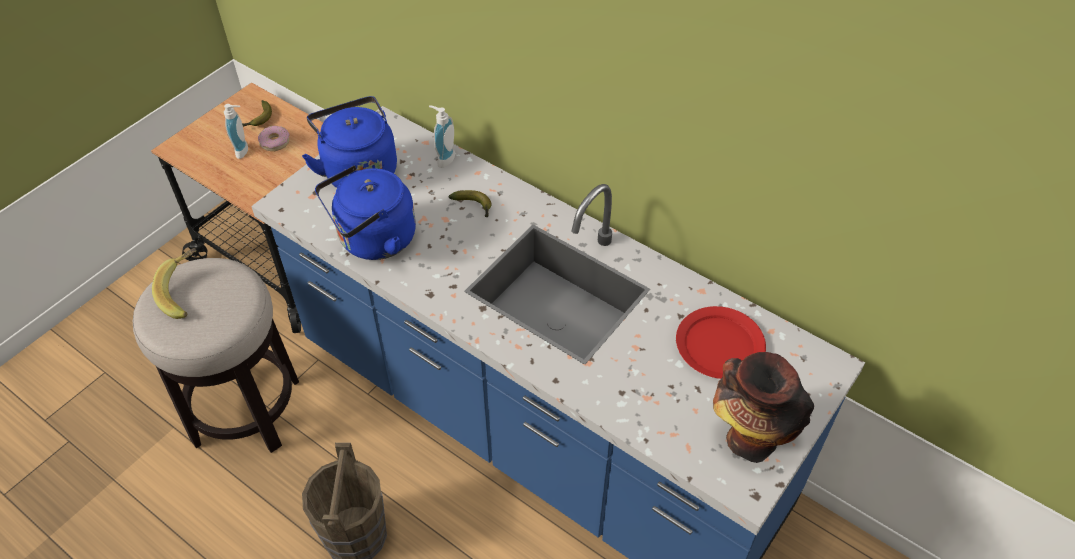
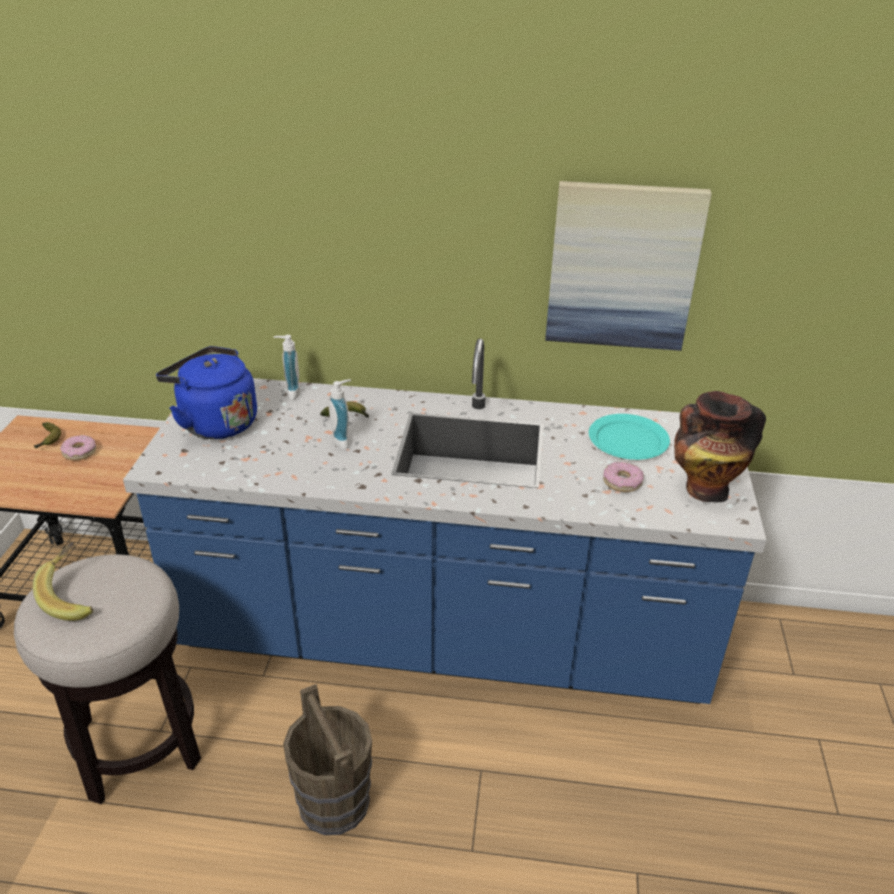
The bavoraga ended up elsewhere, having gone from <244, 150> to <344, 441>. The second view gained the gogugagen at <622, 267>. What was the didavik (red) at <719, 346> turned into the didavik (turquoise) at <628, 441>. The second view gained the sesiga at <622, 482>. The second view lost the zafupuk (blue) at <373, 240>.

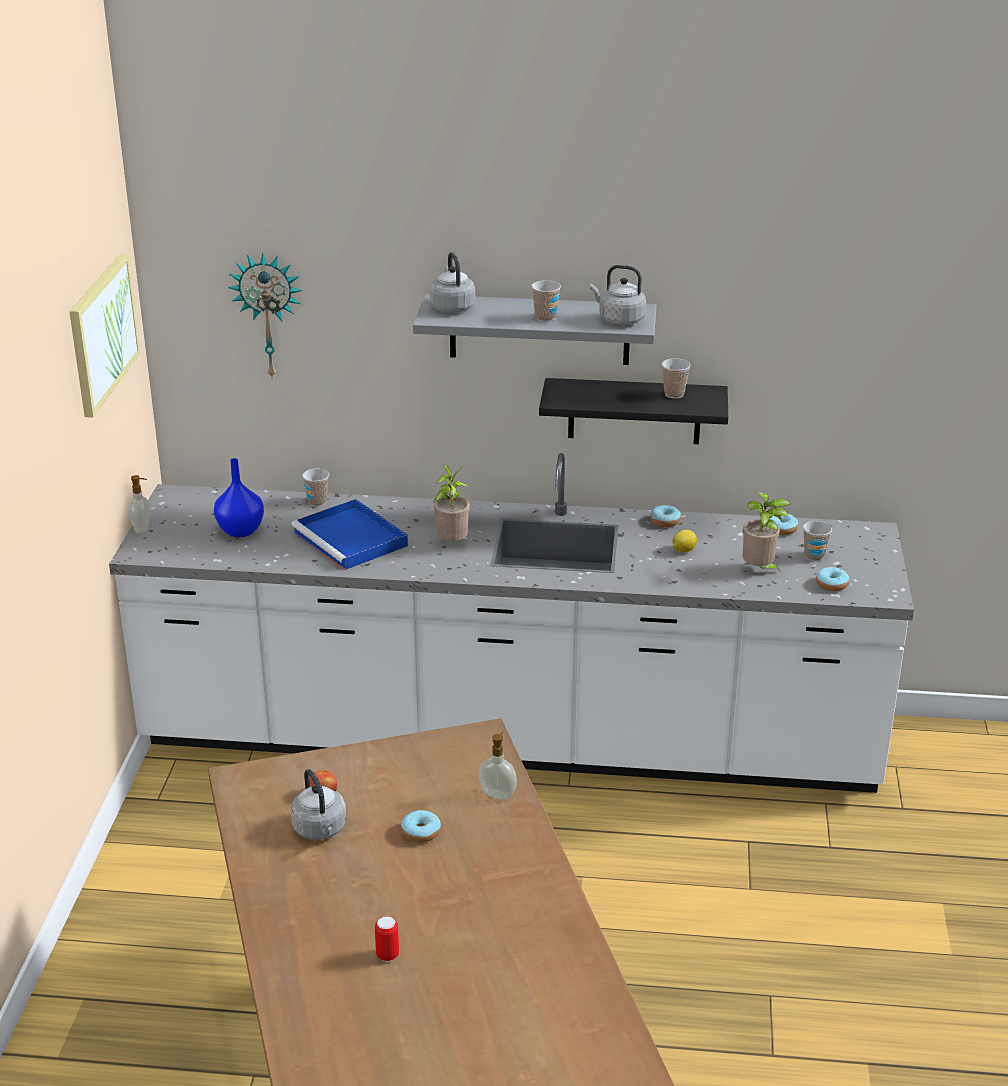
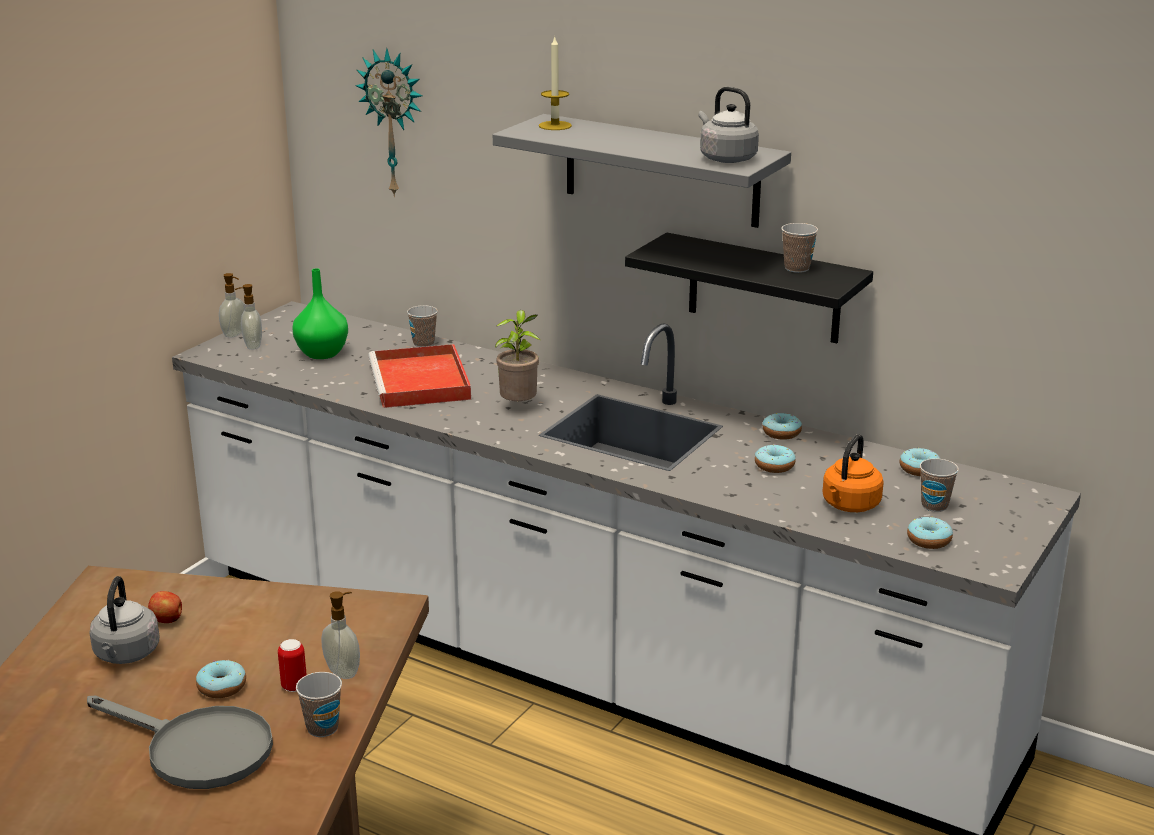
The second view gained the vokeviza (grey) at <196, 750>. The second view gained the bavoraga at <252, 346>. The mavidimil ended up elsewhere, having gone from <387, 955> to <294, 686>. What was the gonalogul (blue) at <240, 530> turned into the gonalogul (green) at <322, 353>. The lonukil ended up elsewhere, having gone from <545, 318> to <322, 728>. What was the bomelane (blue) at <352, 539> turned into the bomelane (red) at <421, 382>. Where the zafupuk (grey) stood at <452, 307>, the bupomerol came to stand at <555, 126>. Where the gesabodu stood at <683, 550>, the sesiga came to stand at <774, 466>. Where the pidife stood at <760, 570>, the zafupuk (orange) came to stand at <849, 505>. The second view lost the gogugagen at <102, 333>.

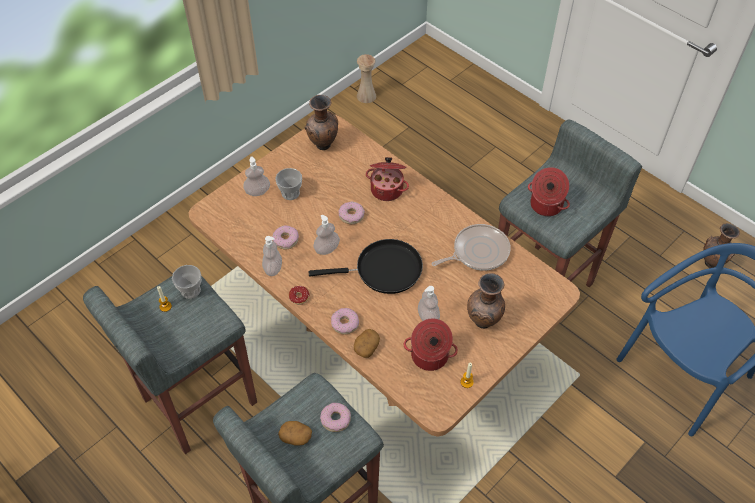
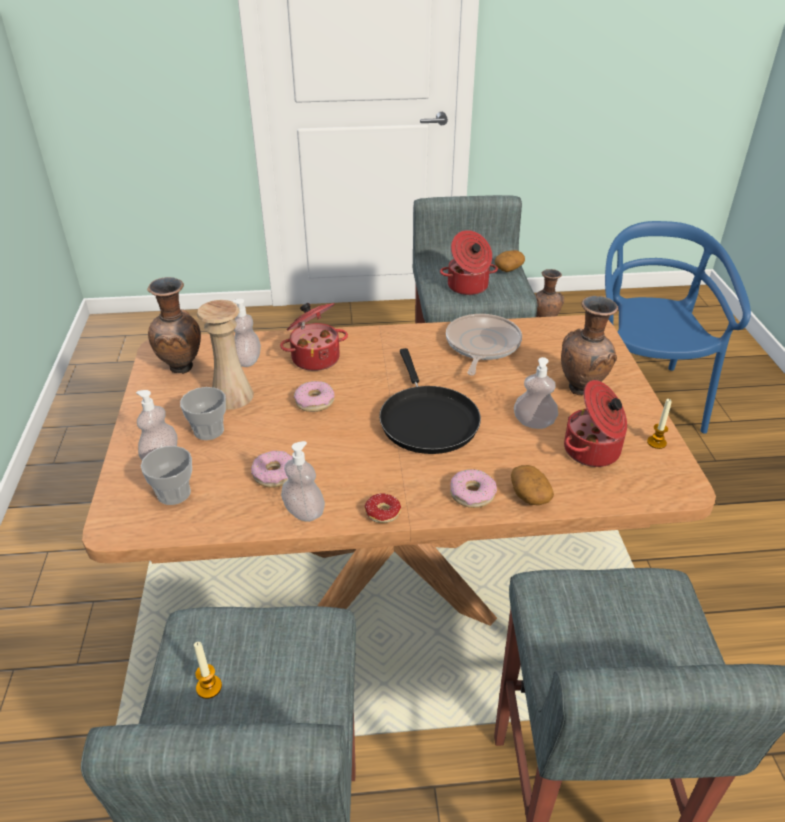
The lonukil ended up elsewhere, having gone from <191, 290> to <174, 493>. The gonalogul (beige) ended up elsewhere, having gone from <366, 96> to <232, 396>. The bavoraga ended up elsewhere, having gone from <327, 249> to <248, 360>. The vokeviza (black) at <383, 270> ended up facing another way, 135 degrees clockwise from before. The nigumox ended up elsewhere, having gone from <296, 437> to <508, 268>. The second view lost the sesiga at <335, 419>.

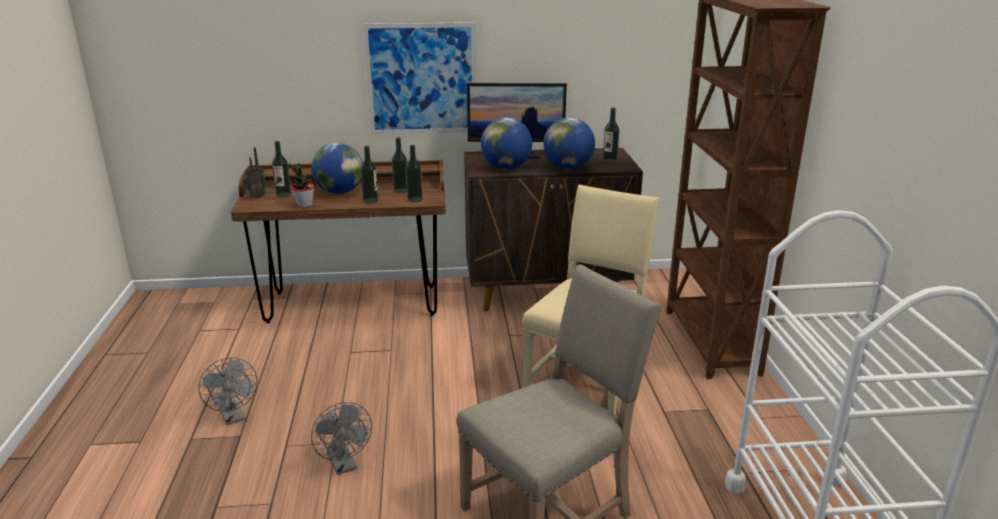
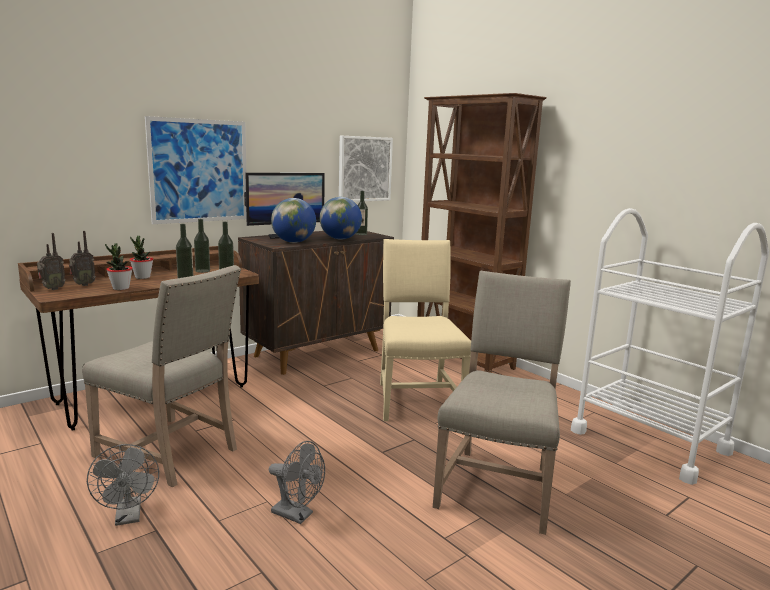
Where the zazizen stood at <283, 195>, the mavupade came to stand at <83, 285>. The second view gained the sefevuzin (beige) at <171, 452>. The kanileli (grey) at <234, 417> ended up facing another way, 45 degrees clockwise from before. Where the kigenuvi stood at <339, 192>, the pidife came to stand at <142, 277>. The second view gained the gogugagen at <364, 169>.

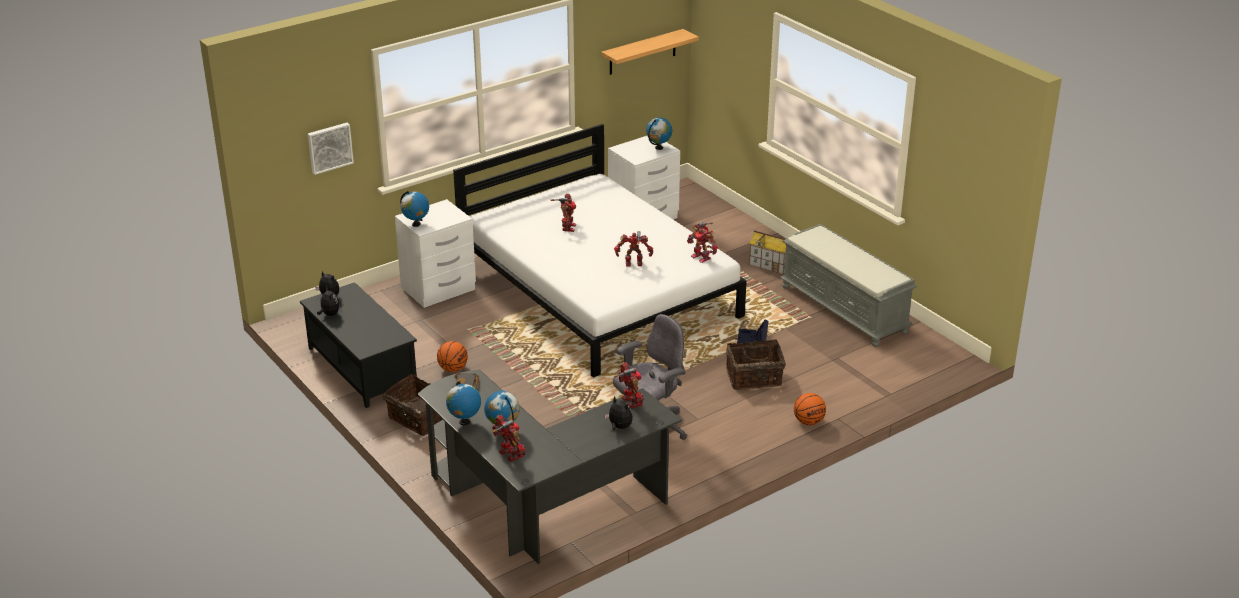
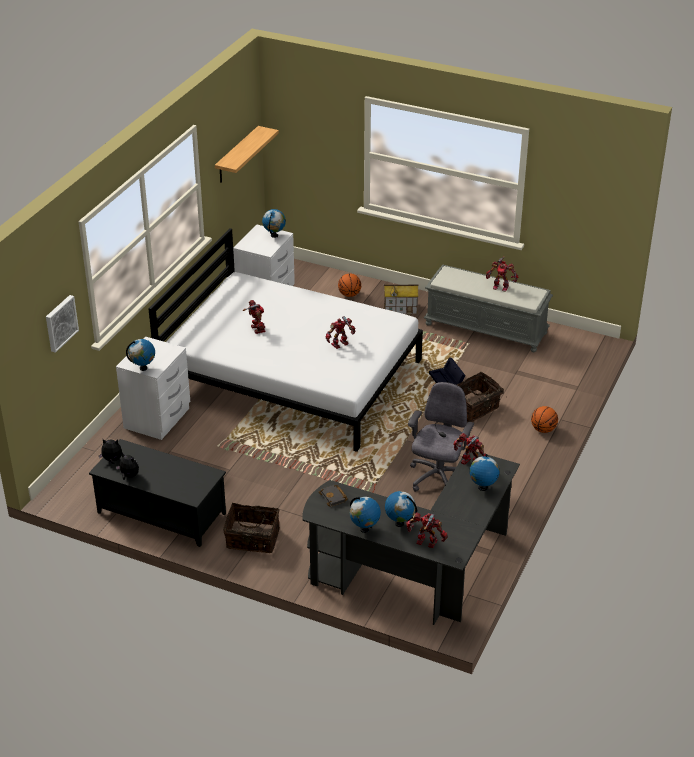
The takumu ended up elsewhere, having gone from <453, 369> to <349, 294>. Where the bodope stood at <619, 427>, the kigenuvi came to stand at <482, 488>. The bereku ended up elsewhere, having gone from <702, 257> to <501, 287>.

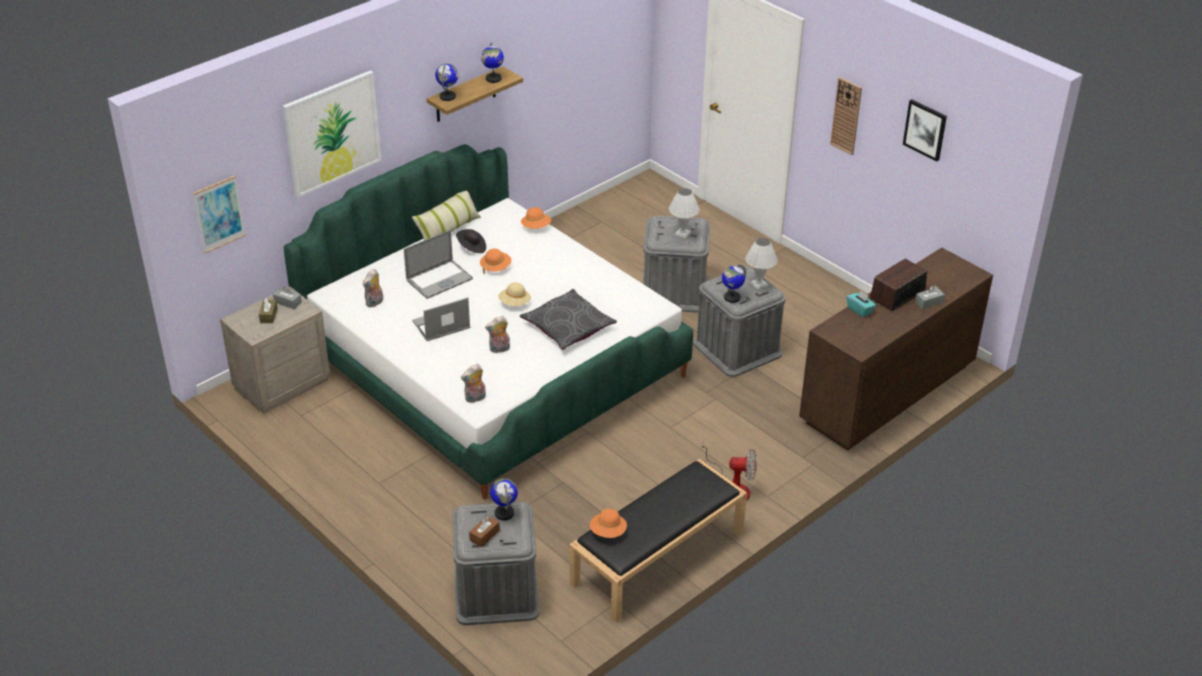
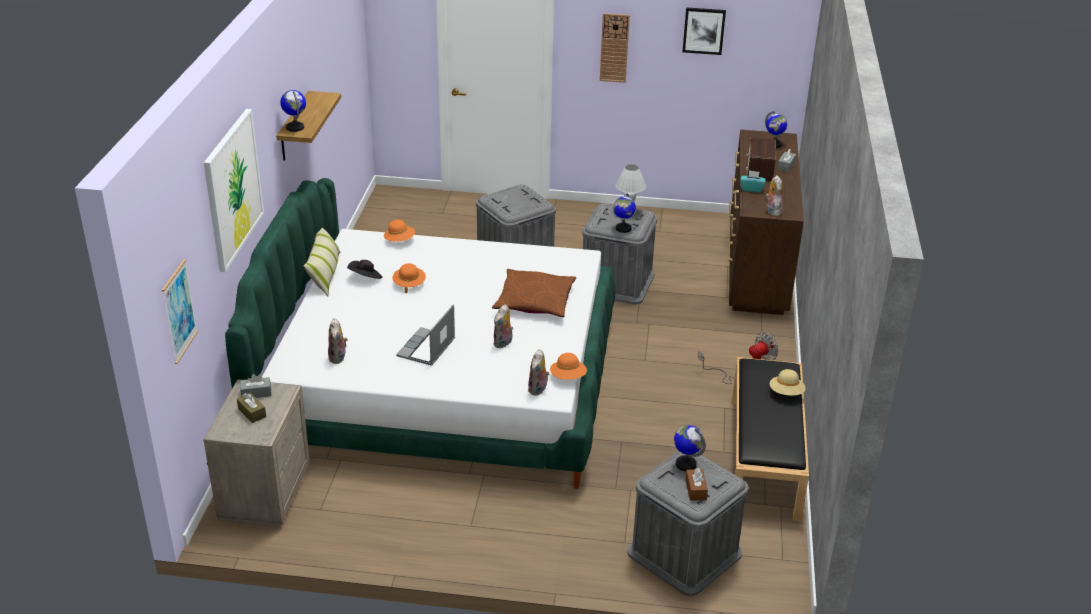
What was the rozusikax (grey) at <567, 327> turned into the rozusikax (brown) at <534, 301>. The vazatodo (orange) ended up elsewhere, having gone from <608, 532> to <568, 377>. The kigenuvi ended up elsewhere, having gone from <493, 79> to <774, 144>. The second view gained the bodope at <772, 211>. The vazatodo (beige) ended up elsewhere, having gone from <514, 303> to <786, 393>. The second view lost the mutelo at <439, 279>. The second view lost the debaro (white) at <682, 234>.

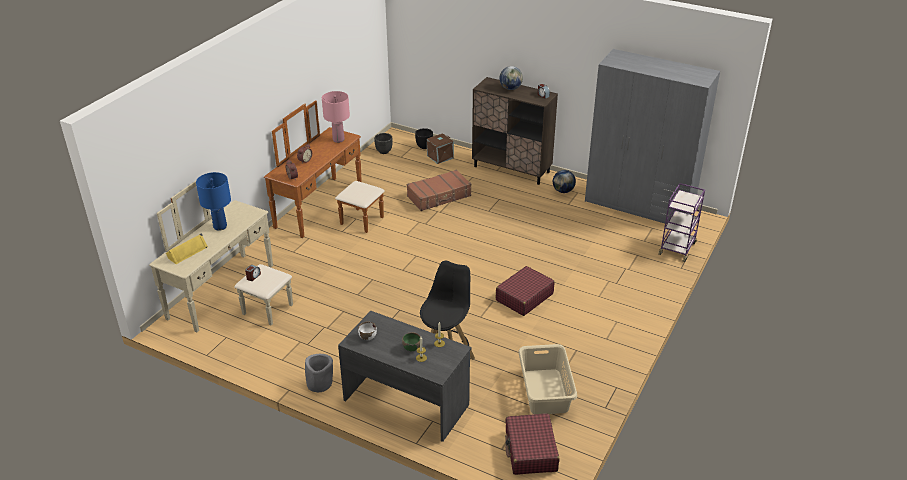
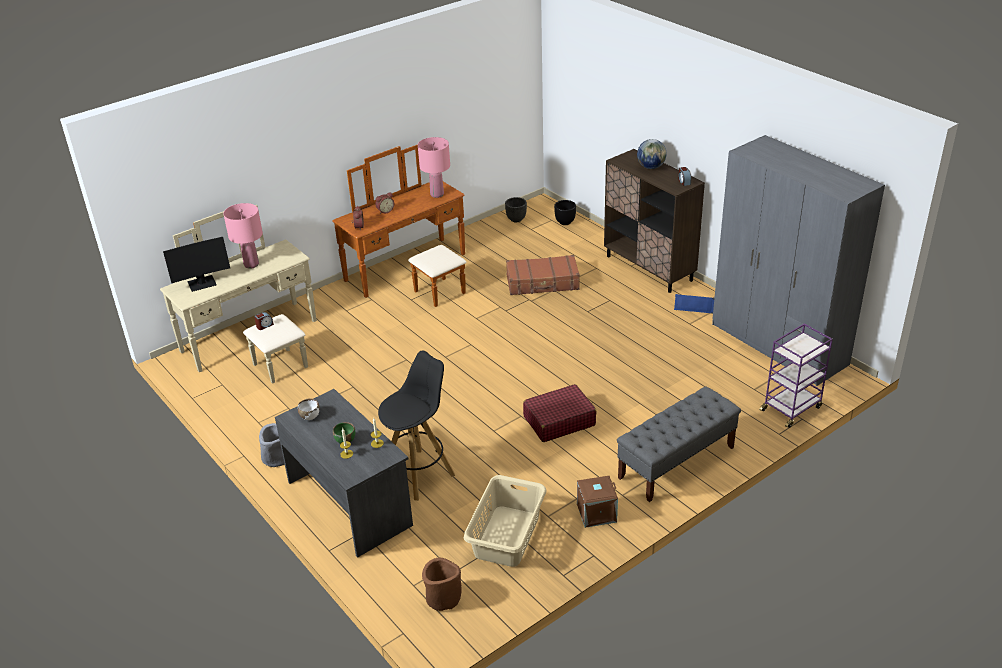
Where the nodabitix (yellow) stood at <187, 252>, the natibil came to stand at <202, 284>. What was the debaro (blue) at <220, 227> turned into the debaro (pink) at <251, 265>. Where the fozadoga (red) stood at <530, 451>, the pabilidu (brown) came to stand at <443, 598>. The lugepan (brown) ended up elsewhere, having gone from <440, 157> to <596, 513>. The second view gained the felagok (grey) at <676, 463>. Where the kigenuvi stood at <563, 191>, the nodabitix (blue) came to stand at <694, 306>.

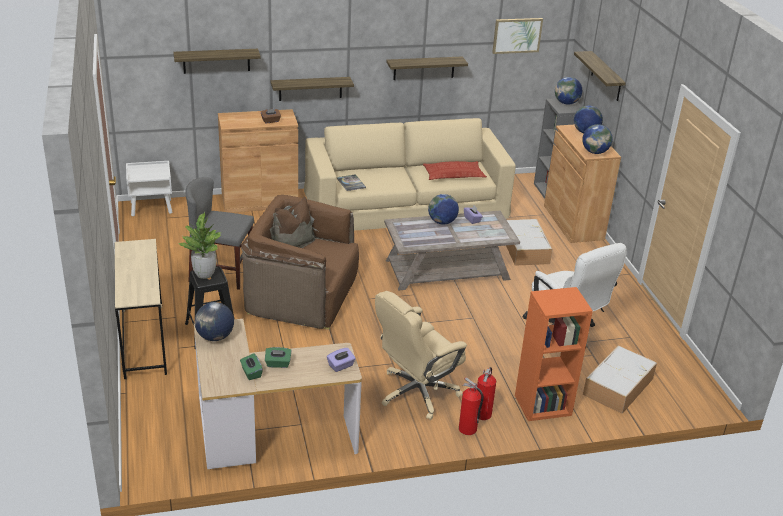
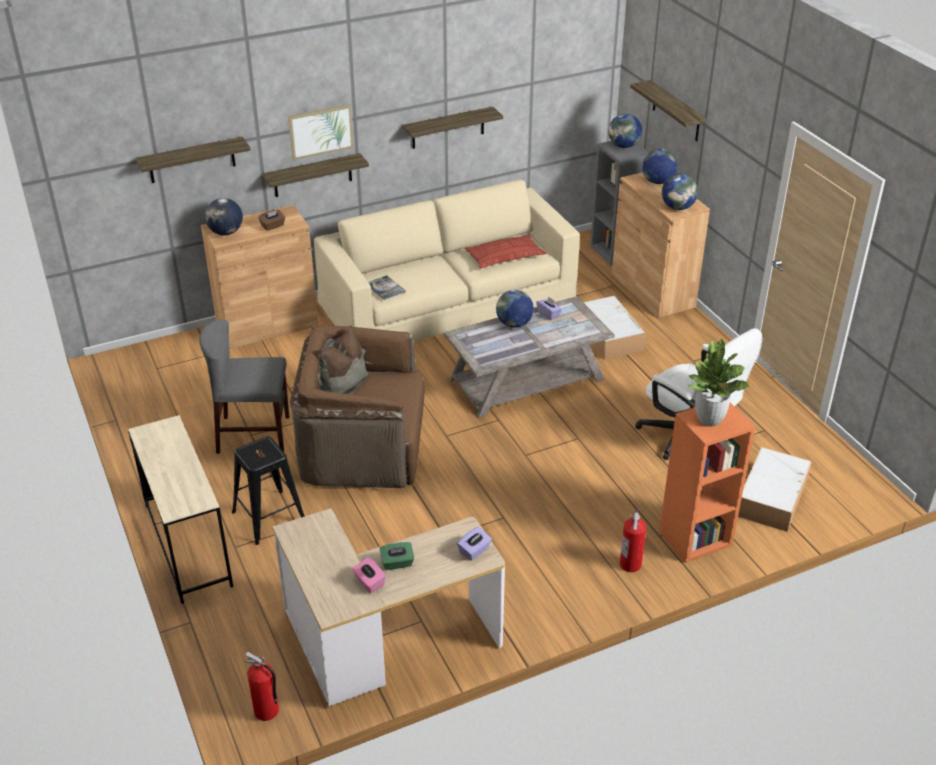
The kigenuvi ended up elsewhere, having gone from <215, 337> to <226, 232>. The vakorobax ended up elsewhere, having gone from <467, 429> to <266, 711>. The gogugagen ended up elsewhere, having gone from <517, 35> to <320, 131>. What was the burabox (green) at <251, 373> turned into the burabox (pink) at <369, 582>. The pidife ended up elsewhere, having gone from <204, 274> to <709, 420>. The second view lost the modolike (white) at <152, 208>. The second view lost the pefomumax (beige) at <416, 393>.

